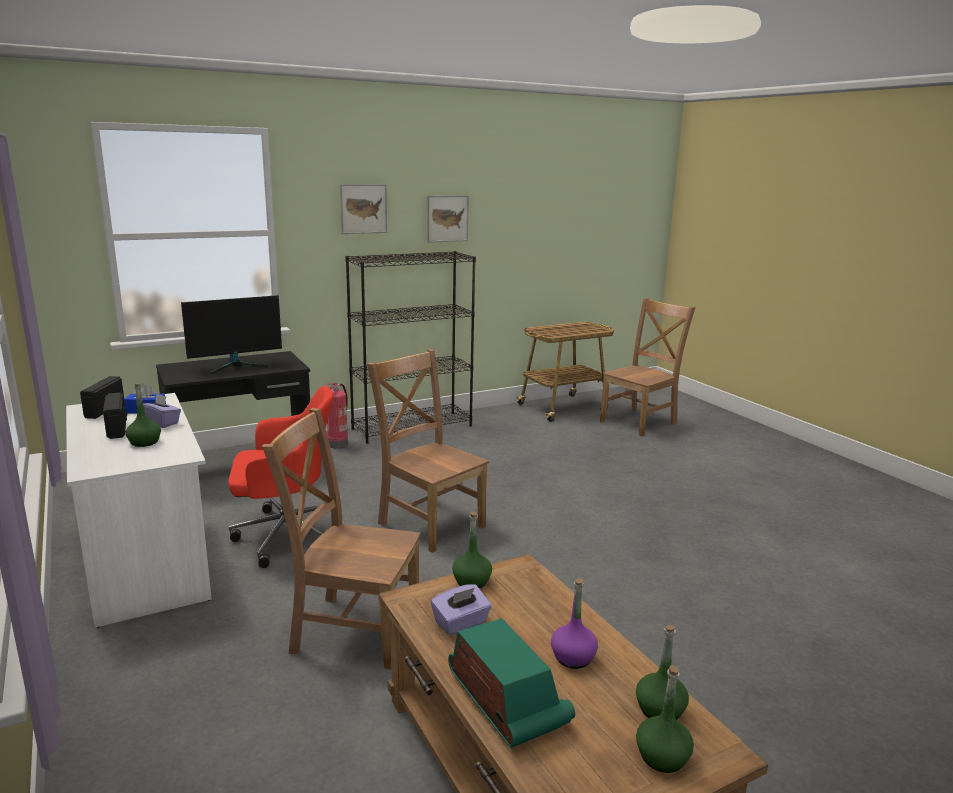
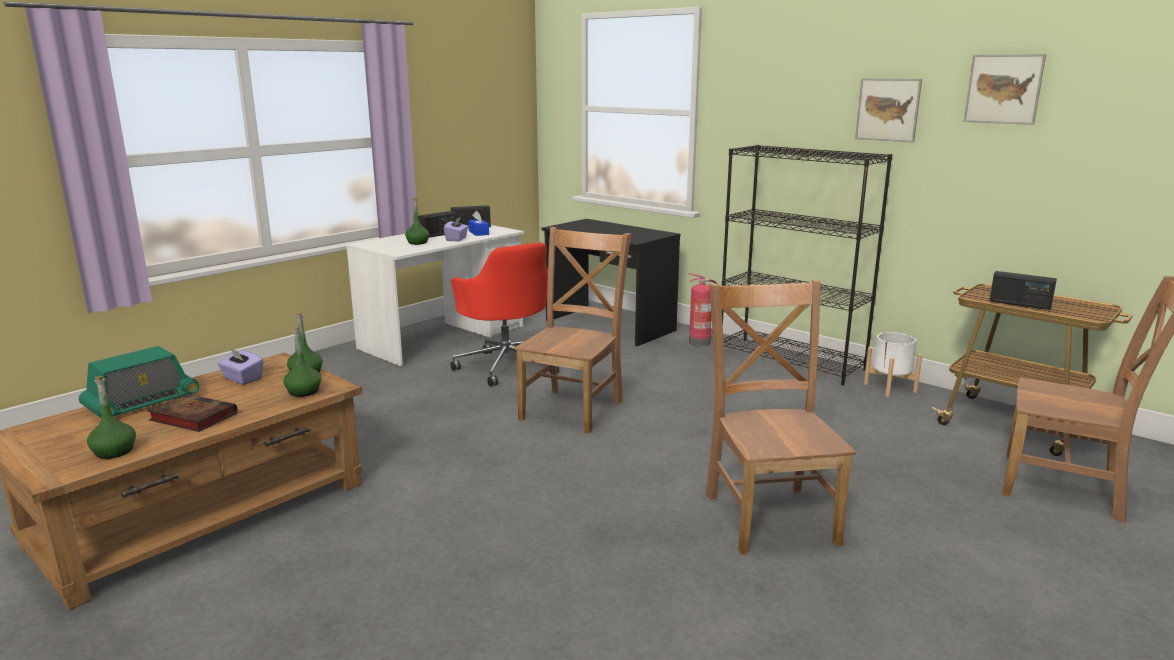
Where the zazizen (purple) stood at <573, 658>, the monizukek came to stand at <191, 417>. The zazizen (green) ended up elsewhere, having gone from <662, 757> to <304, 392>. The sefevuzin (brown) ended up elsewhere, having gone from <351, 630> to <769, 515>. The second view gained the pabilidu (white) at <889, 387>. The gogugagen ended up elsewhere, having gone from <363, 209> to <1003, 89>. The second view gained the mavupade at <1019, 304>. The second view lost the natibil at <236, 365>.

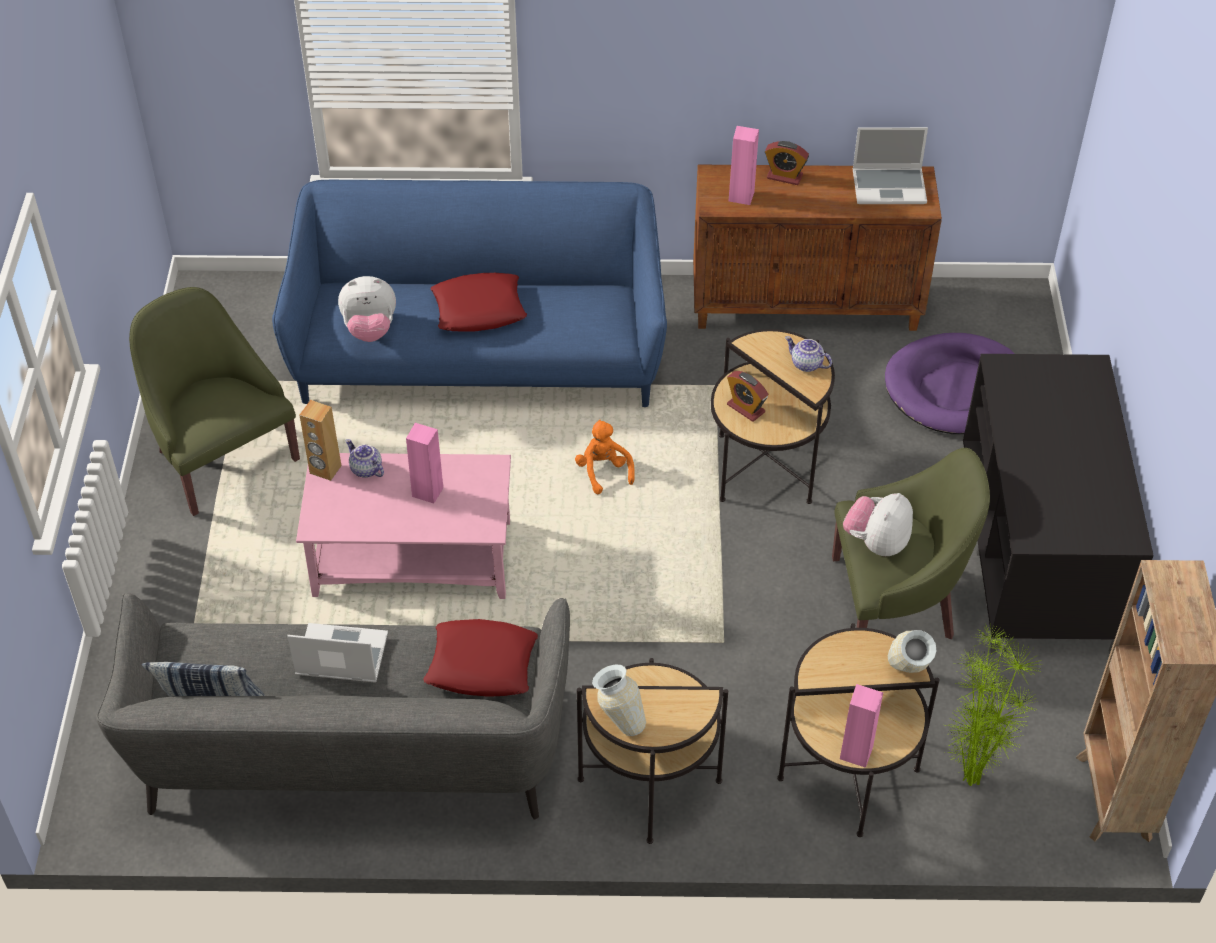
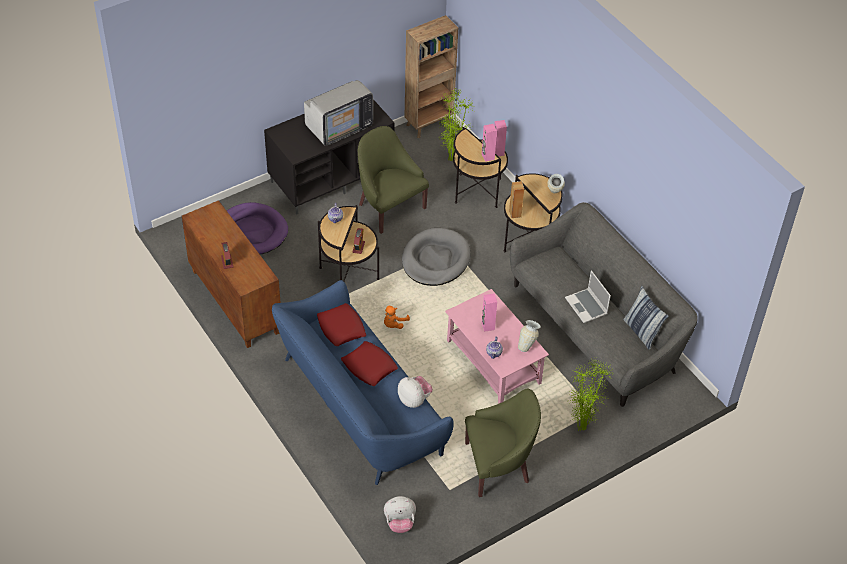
The second view gained the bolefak at <339, 127>. The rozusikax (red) ended up elsewhere, having gone from <481, 665> to <341, 328>. The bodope ended up elsewhere, having gone from <876, 542> to <400, 523>. The second view gained the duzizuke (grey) at <435, 260>. The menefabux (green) at <222, 457> ended up facing another way, 120 degrees counterclockwise from before. The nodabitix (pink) ended up elsewhere, having gone from <741, 196> to <487, 157>. The nodabitix (brown) ended up elsewhere, having gone from <325, 470> to <515, 213>. The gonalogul ended up elsewhere, having gone from <905, 677> to <528, 345>. The second view gained the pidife at <582, 429>. The second view lost the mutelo at <890, 186>.

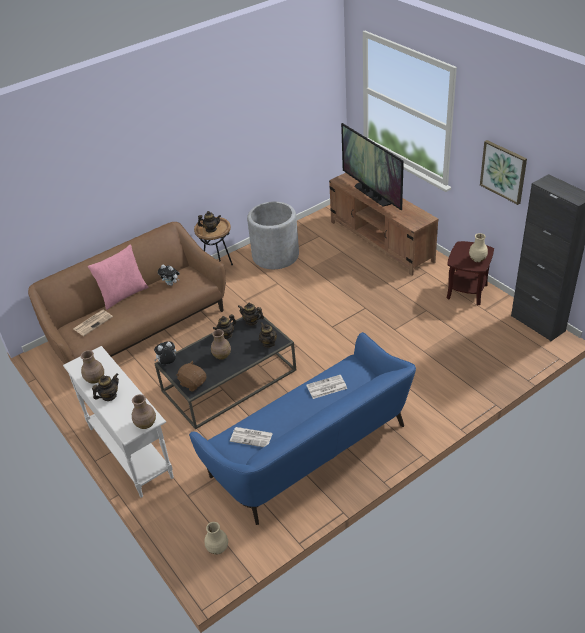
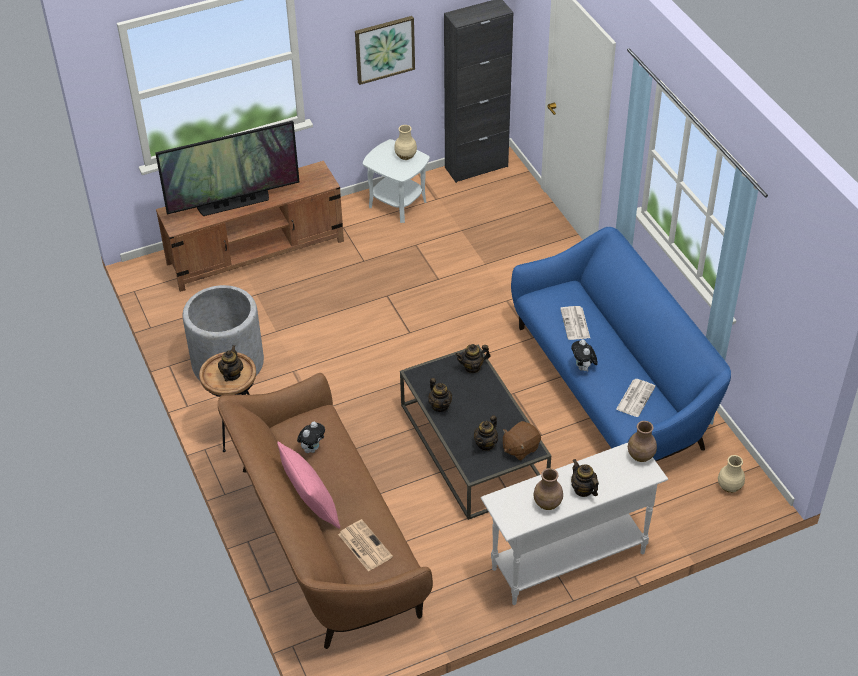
What was the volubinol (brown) at <467, 292> turned into the volubinol (white) at <398, 203>. The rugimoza ended up elsewhere, having gone from <251, 321> to <486, 444>. The bodope ended up elsewhere, having gone from <168, 363> to <583, 368>. The second view lost the gonalogul (brown) at <222, 355>.

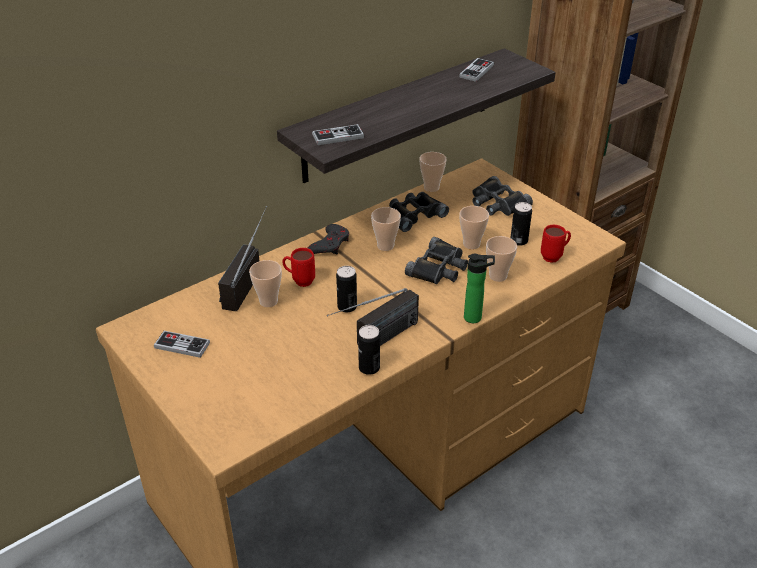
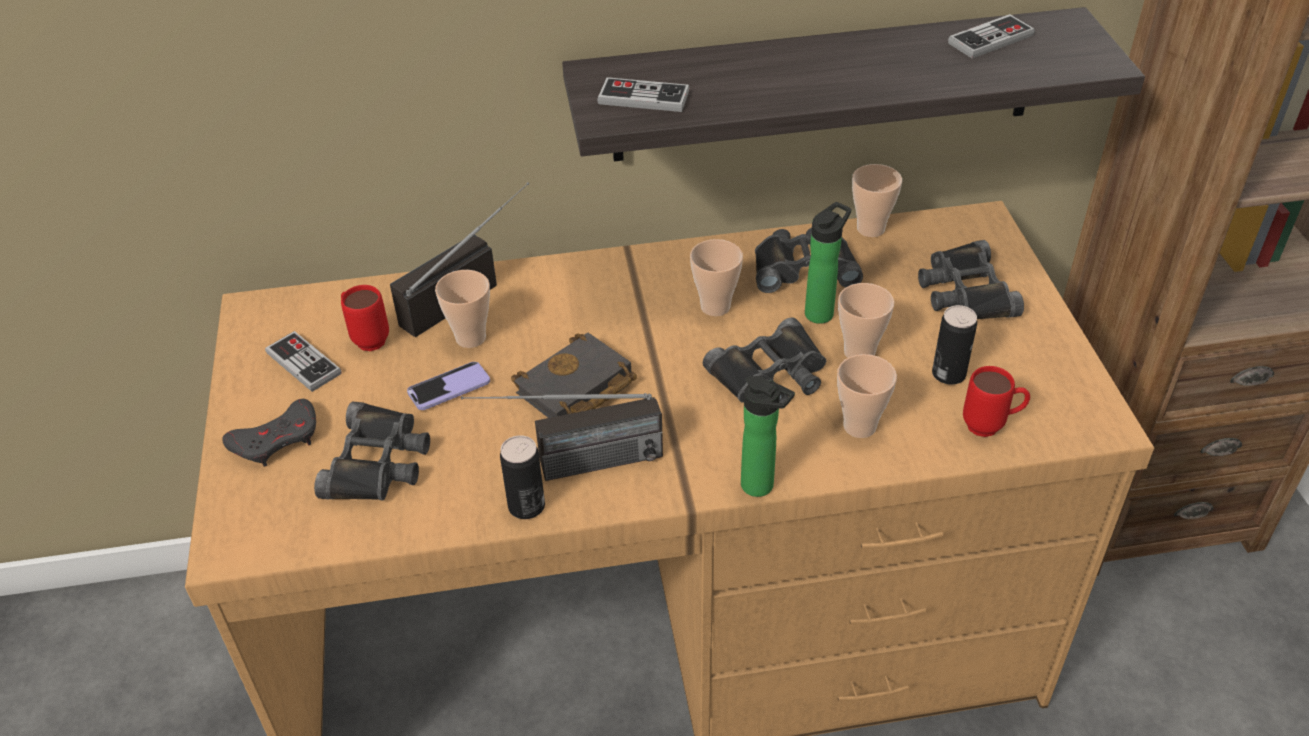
The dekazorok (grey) ended up elsewhere, having gone from <330, 244> to <277, 439>. The second view gained the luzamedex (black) at <378, 462>. The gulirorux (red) ended up elsewhere, having gone from <299, 281> to <366, 338>. The second view gained the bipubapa at <449, 388>. Where the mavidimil stood at <347, 307>, the monizukek (black) came to stand at <575, 389>. The second view gained the zazizen at <821, 312>.

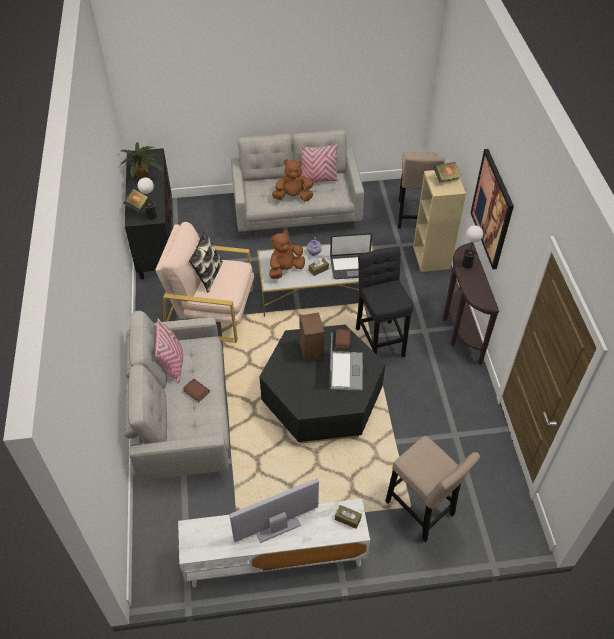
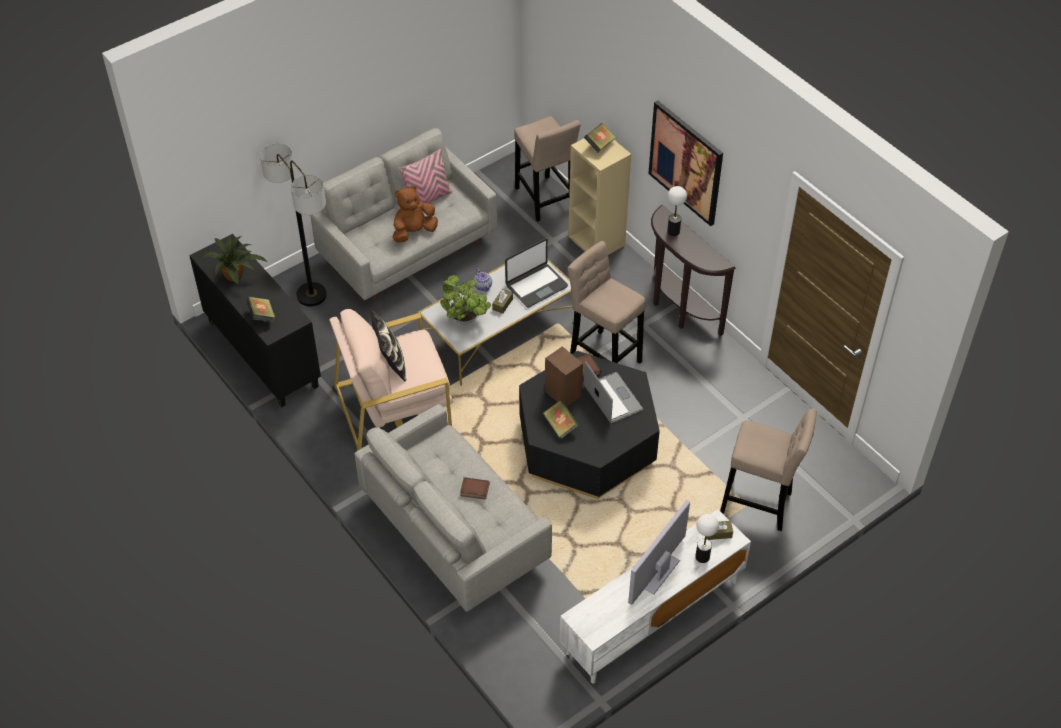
The second view gained the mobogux at <311, 295>. Where the bodope (brown) stood at <285, 269>, the pidife came to stand at <466, 320>. The second view gained the monizukek at <560, 425>. What was the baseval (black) at <379, 339> turned into the baseval (beige) at <603, 355>. The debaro ended up elsewhere, having gone from <151, 216> to <702, 557>. The second view lost the rozusikax (pink) at <173, 364>.

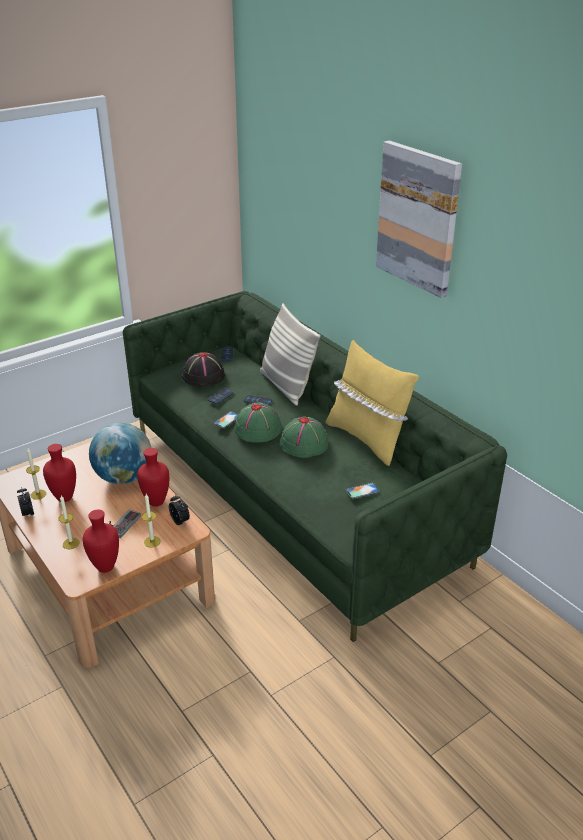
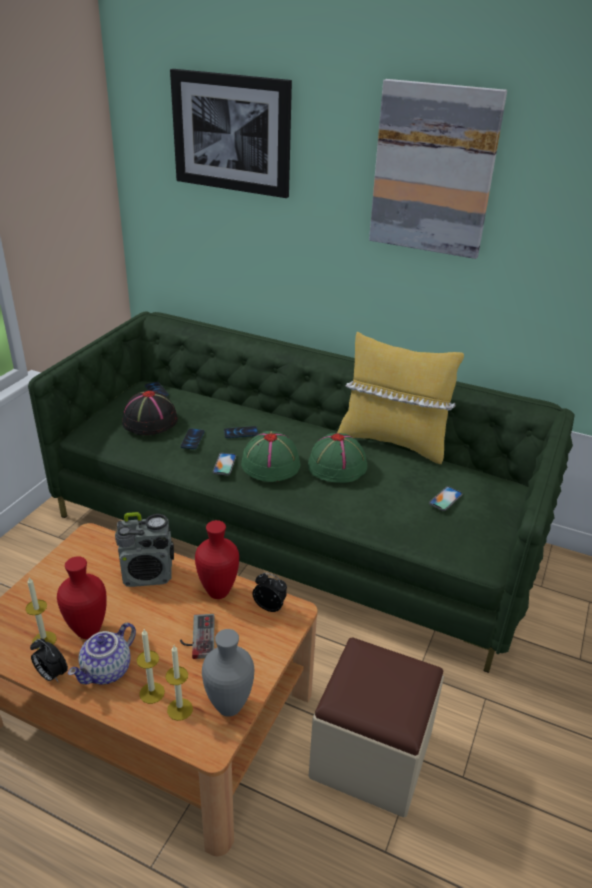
The second view gained the rugimoza at <107, 671>. Where the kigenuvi stood at <124, 477>, the mavupade came to stand at <148, 575>. The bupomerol ended up elsewhere, having gone from <152, 541> to <180, 709>. The second view gained the gogugagen at <232, 133>. What was the gonalogul (red) at <106, 568> turned into the gonalogul (grey) at <230, 708>. The second view gained the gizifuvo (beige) at <371, 755>. The second view lost the rozusikax at <286, 386>.

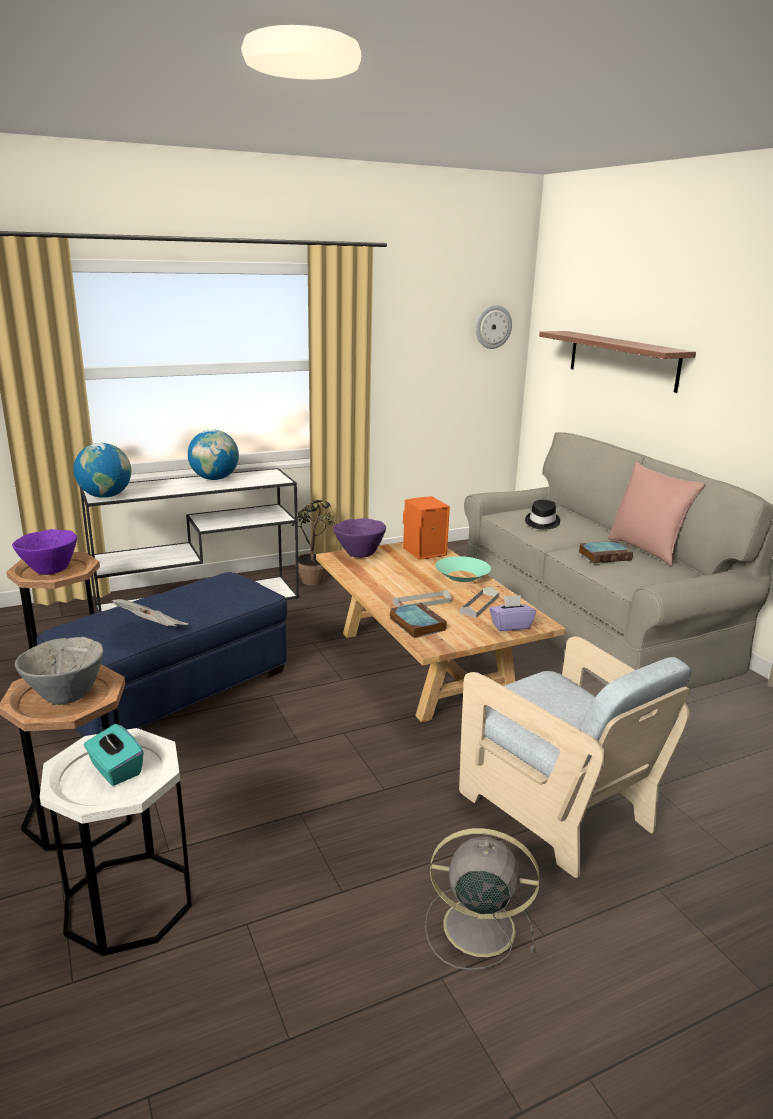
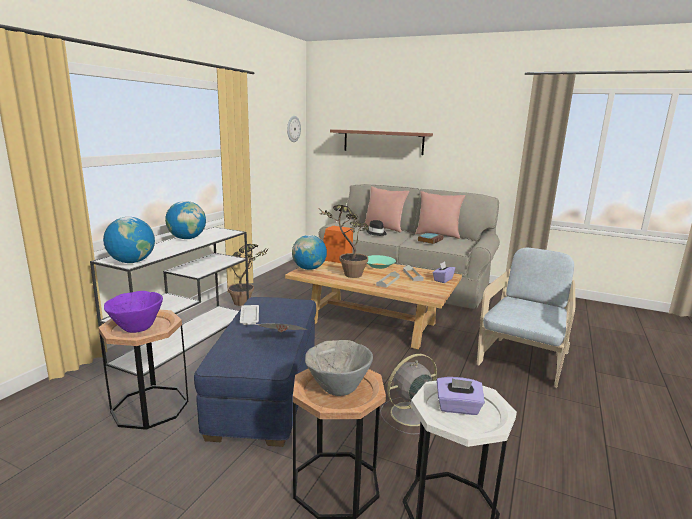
The second view gained the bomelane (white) at <249, 317>. Where the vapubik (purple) stood at <359, 554>, the kigenuvi came to stand at <309, 268>. The second view gained the pidife at <347, 275>. The second view gained the rozusikax (pink) at <384, 228>. The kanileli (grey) ended up elsewhere, having gone from <475, 926> to <408, 414>. What was the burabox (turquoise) at <115, 770> turned into the burabox (purple) at <458, 408>. The menefabux (beige) at <556, 808> ended up facing another way, 75 degrees counterclockwise from before. The second view lost the monizukek at <416, 624>.

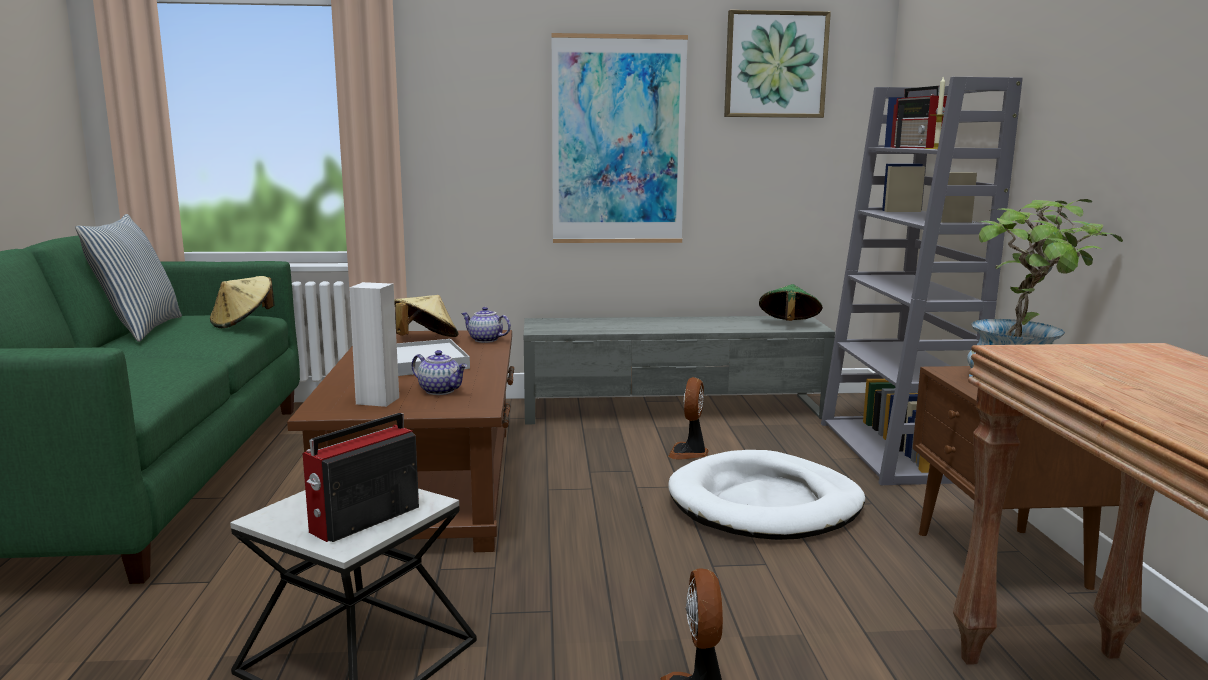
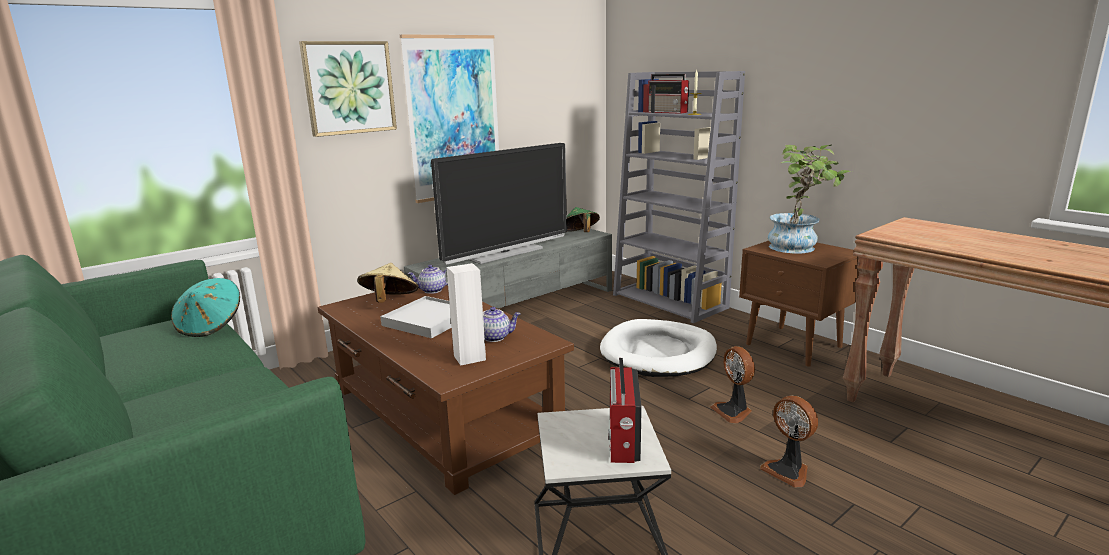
What was the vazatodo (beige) at <243, 323> turned into the vazatodo (turquoise) at <211, 326>. The gogugagen ended up elsewhere, having gone from <775, 65> to <349, 88>. The second view gained the bolefak at <505, 253>. The kanileli ended up elsewhere, having gone from <689, 453> to <733, 411>. The second view lost the rozusikax at <139, 329>.

